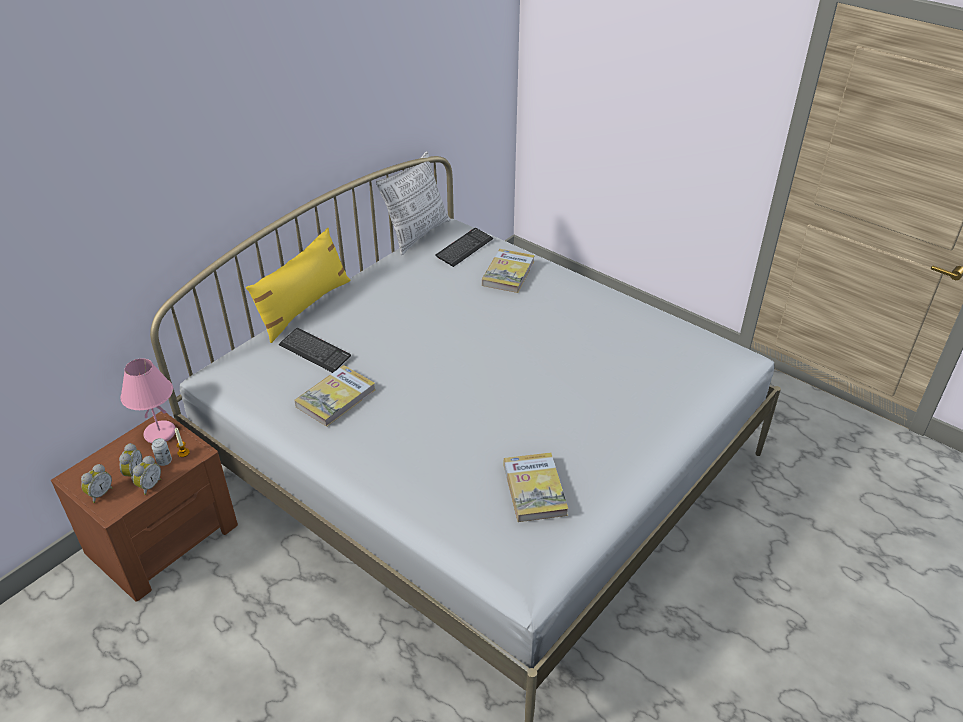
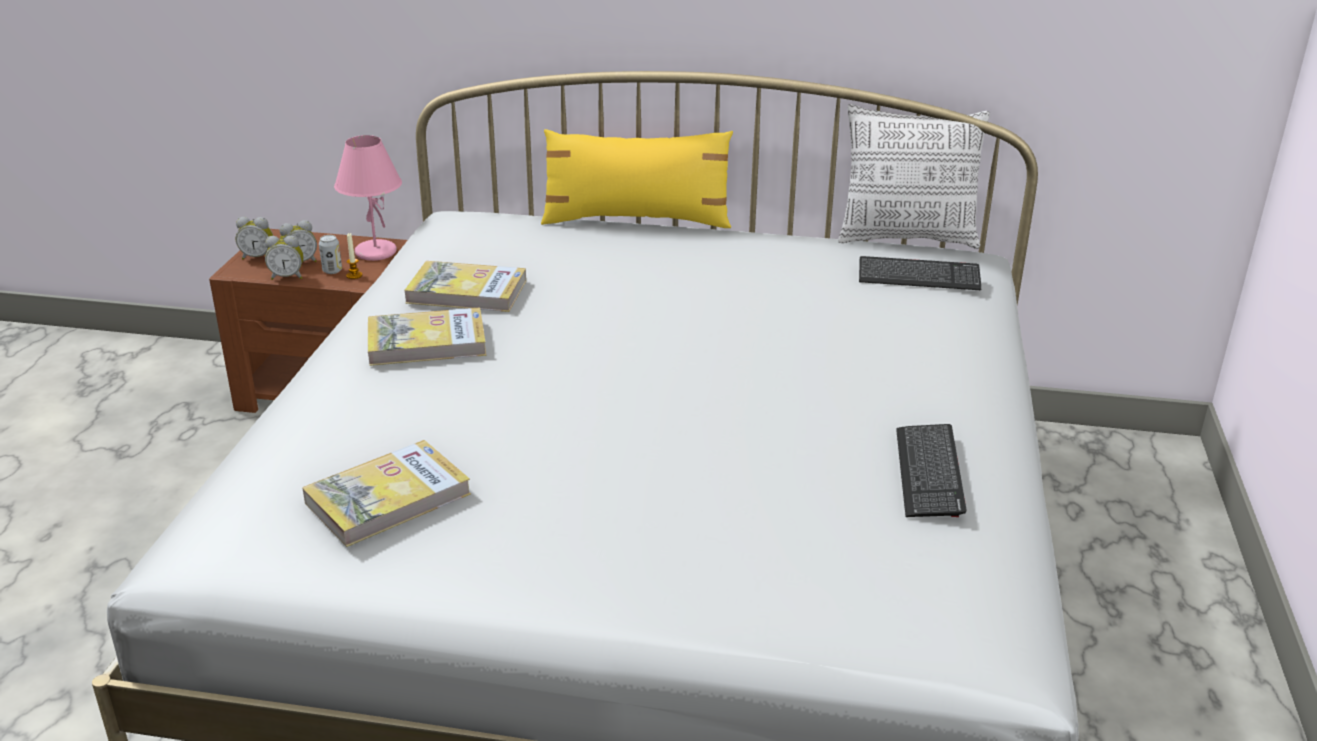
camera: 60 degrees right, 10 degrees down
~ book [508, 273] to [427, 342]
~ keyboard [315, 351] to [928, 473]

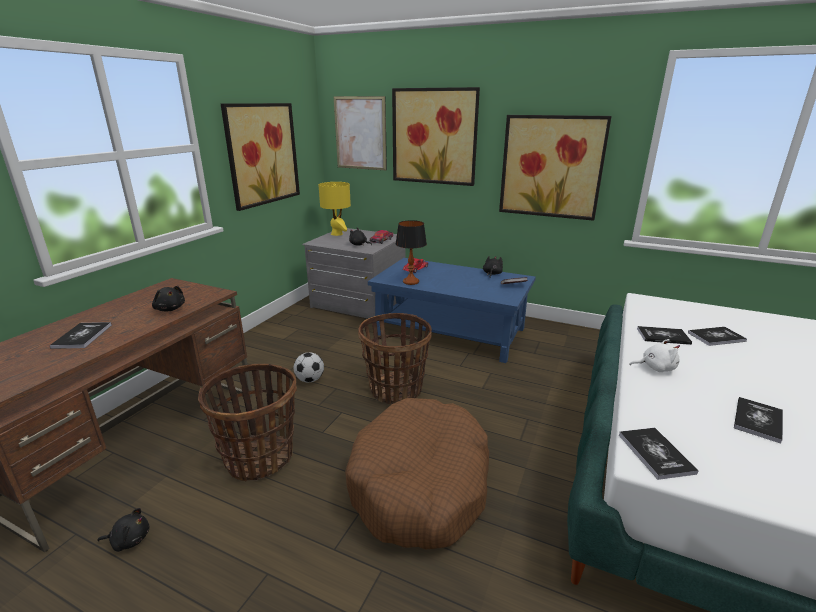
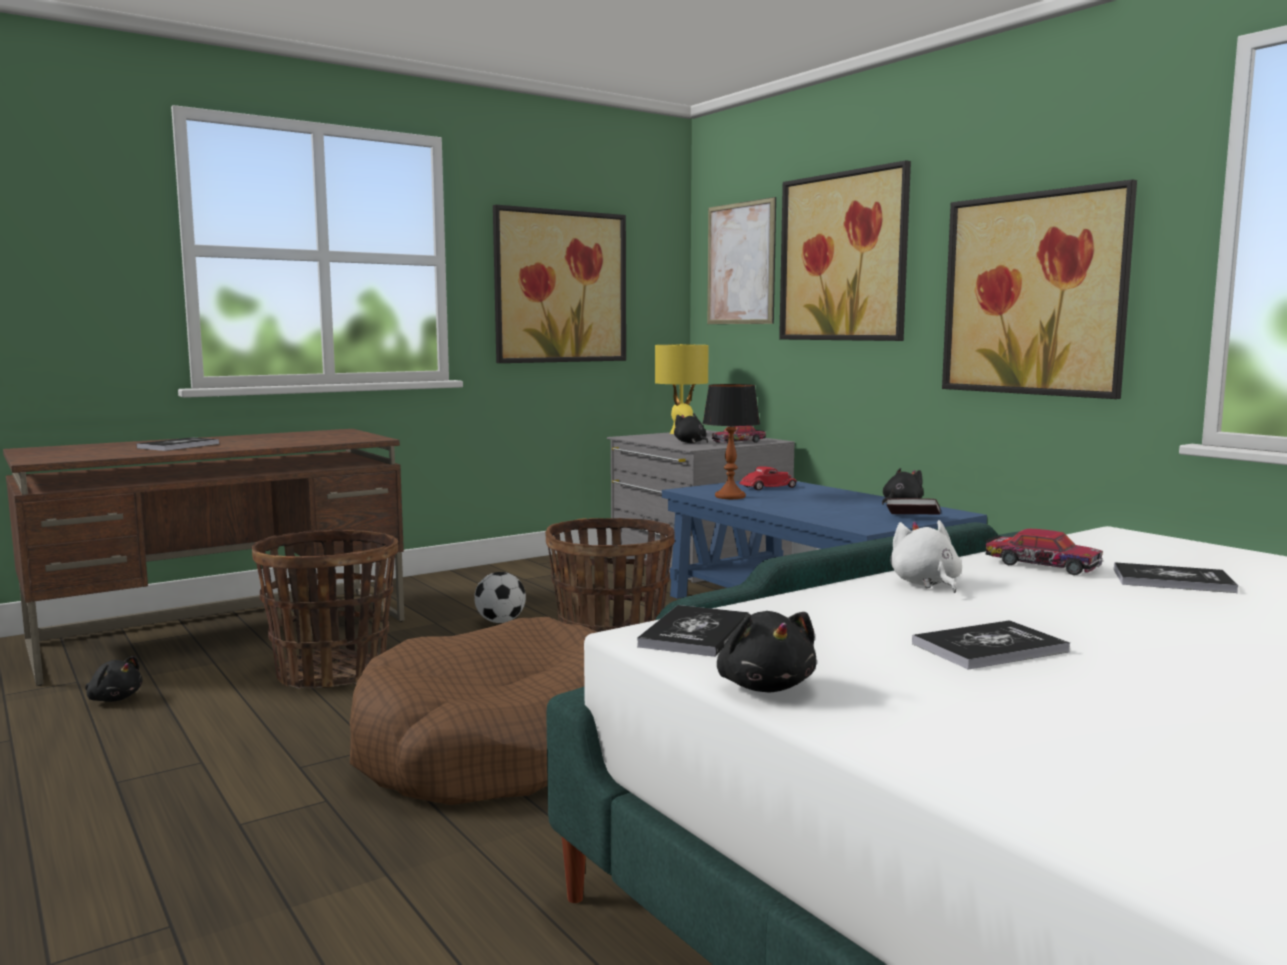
camera: 30 degrees right, 15 degrees down
~ plush toy in black [170, 309] to [765, 686]
~ plush toy in white [655, 368] = [925, 584] 135 degrees counterclockwise
~ book [663, 336] to toy car [1041, 565]

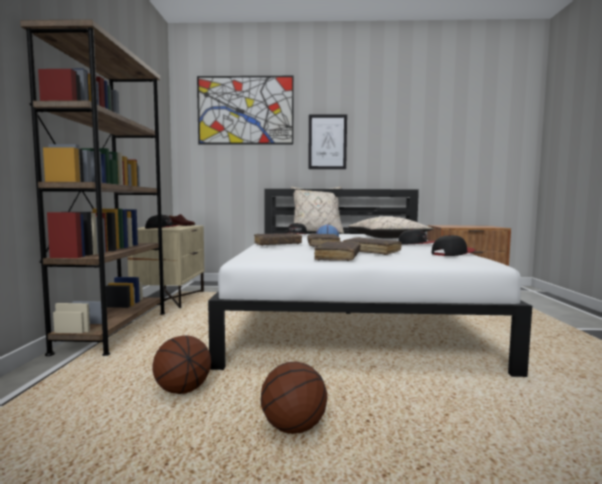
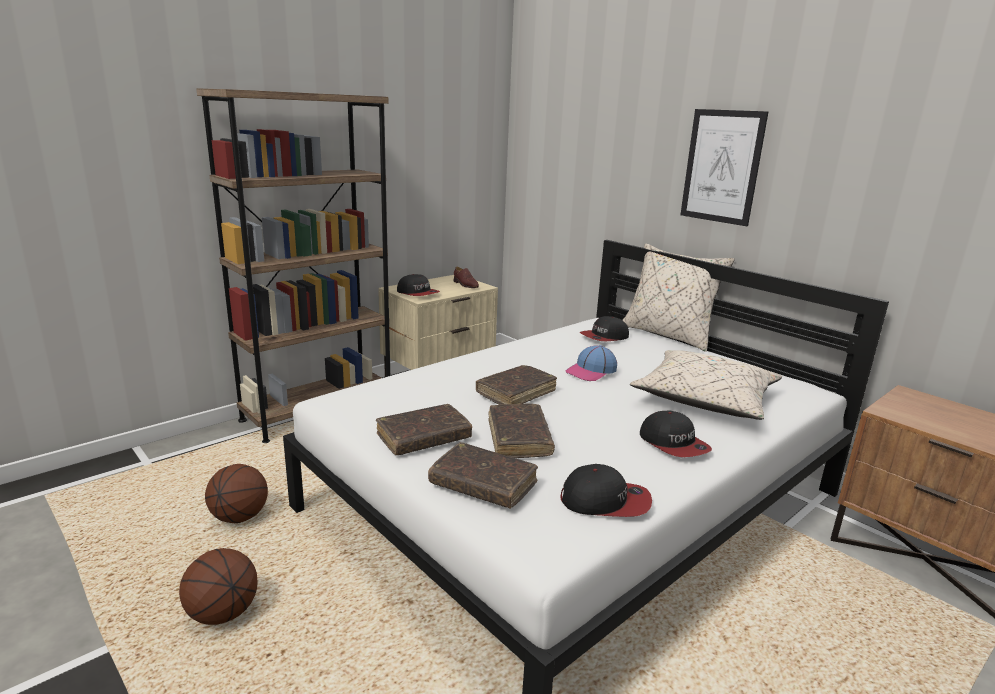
camera: 45 degrees right, 15 degrees up
~ book in brown [277, 244] to [483, 484]
- picture [245, 110]

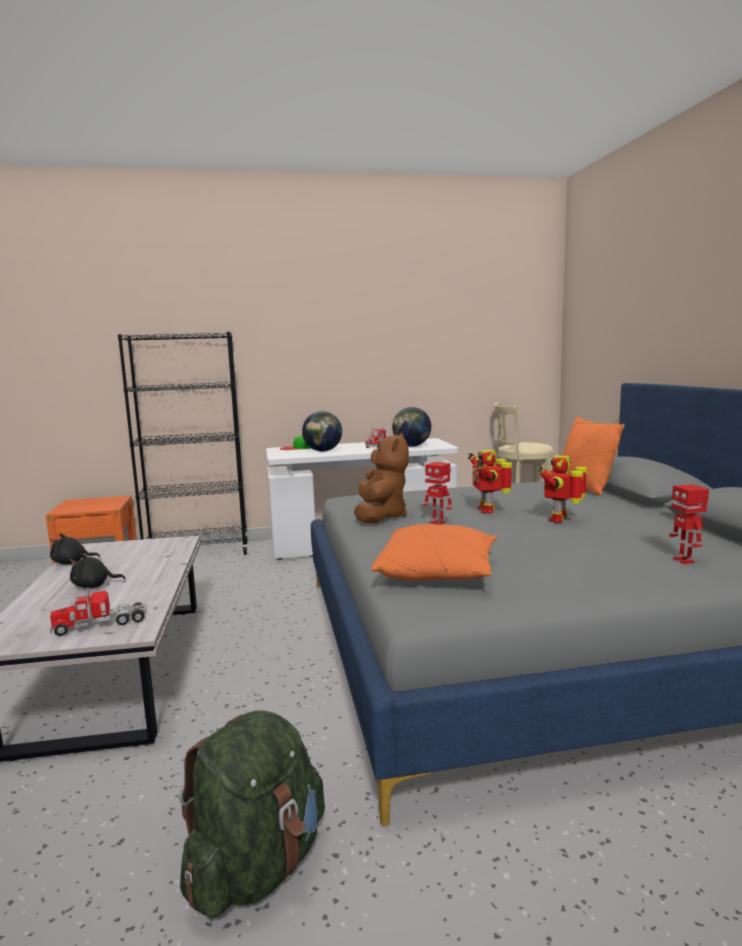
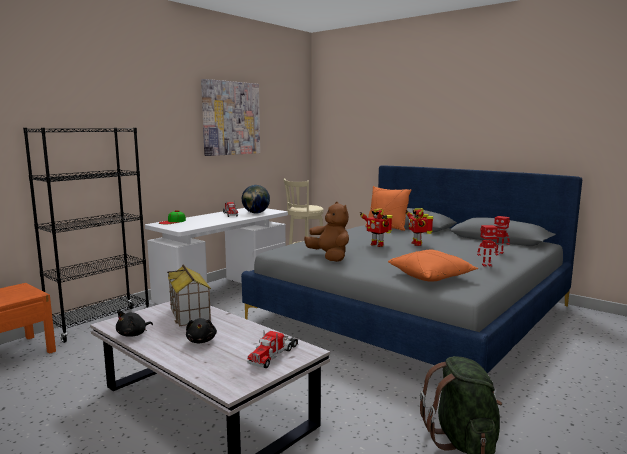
camera: 40 degrees left, 0 degrees up
+ toy house [190, 315]
~ plush toy in black [94, 586] = [201, 340] 45 degrees counterclockwise
+ picture [231, 118]
~ toy robot [438, 522] to [486, 265]
- globe [323, 451]

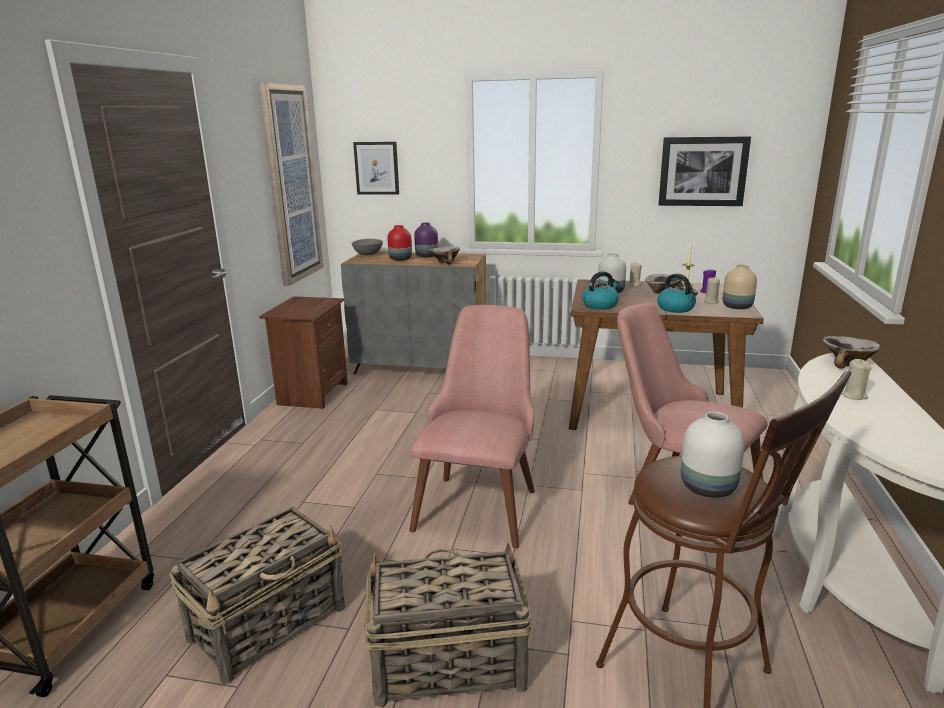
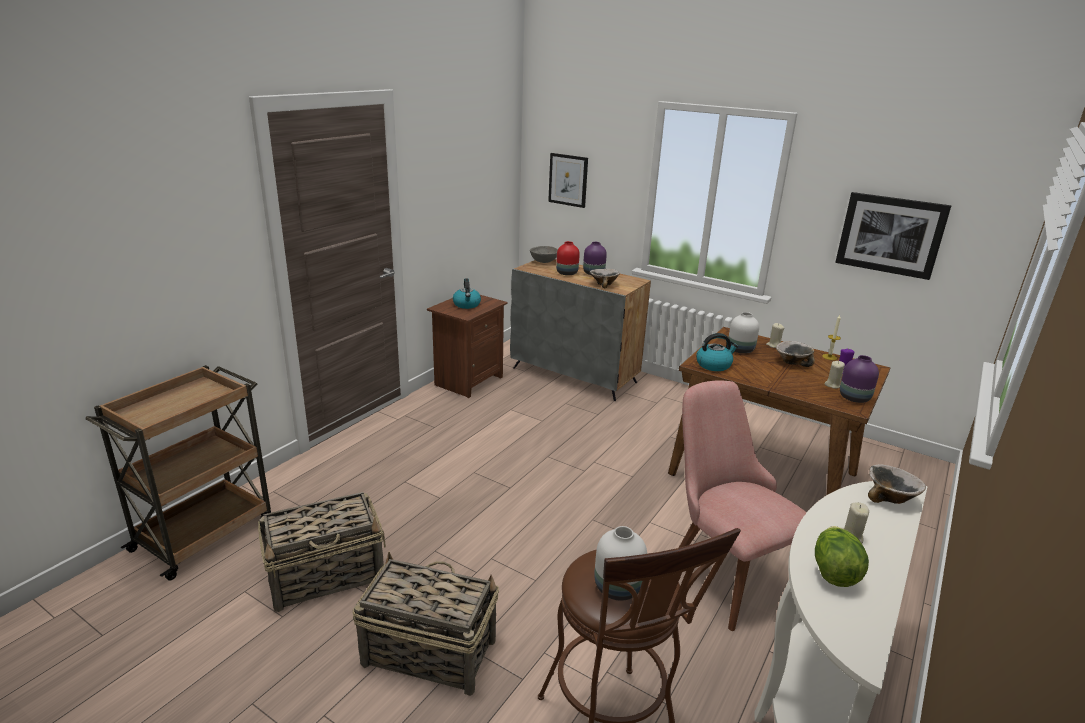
camera: 20 degrees right, 5 degrees up
~ kettle [676, 308] to [467, 305]
+ lettuce [834, 572]
~ vase in beige [737, 307] to vase in purple [854, 397]
- picture [291, 184]
- chair in pink [480, 500]

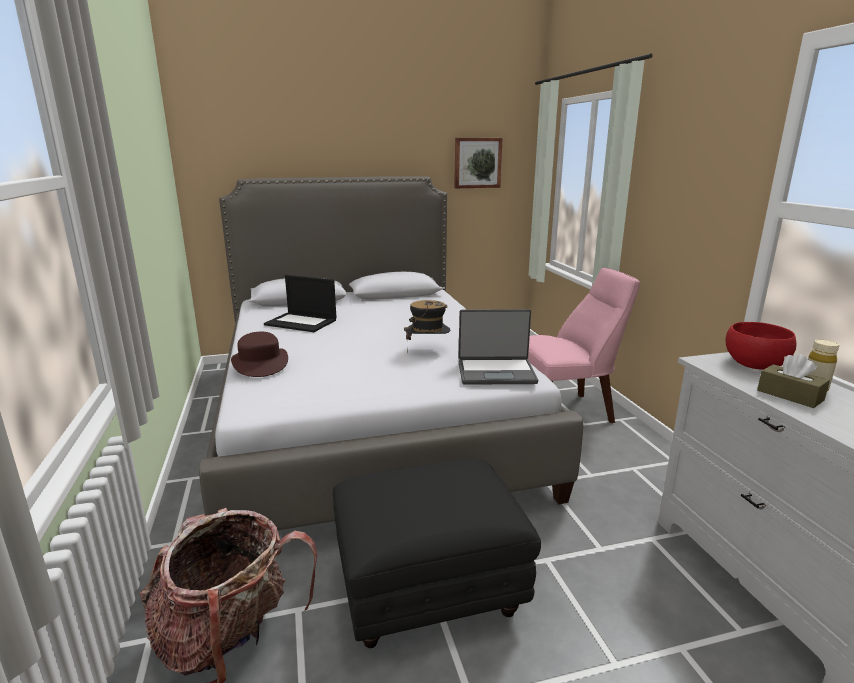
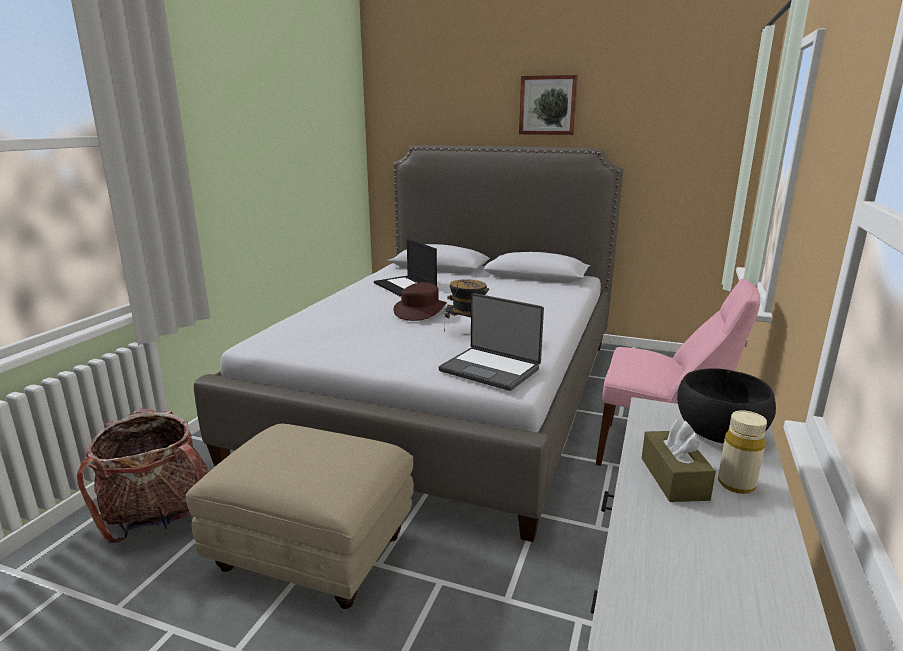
camera: 35 degrees right, 0 degrees up
~ ottoman in black [430, 590] to ottoman in beige [315, 554]
~ hat in brown [260, 363] to [420, 310]
~ picture [477, 163] to [548, 105]
~ bowl in red [755, 364] to bowl in black [720, 433]

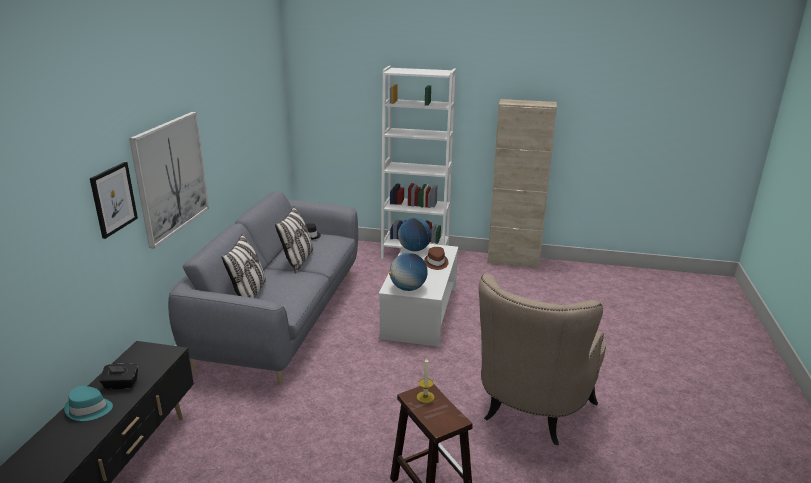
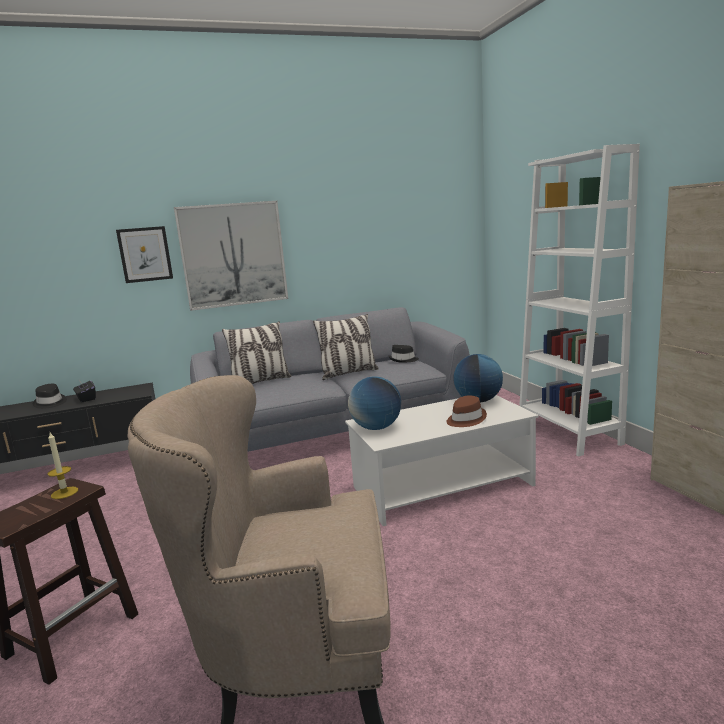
camera: 60 degrees right, 10 degrees down
~ hat in turquoise [89, 409] to hat in black [50, 403]

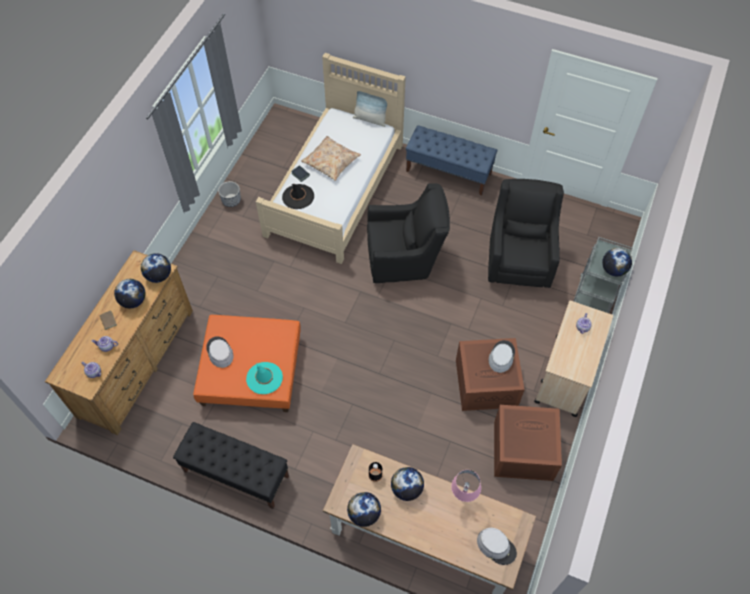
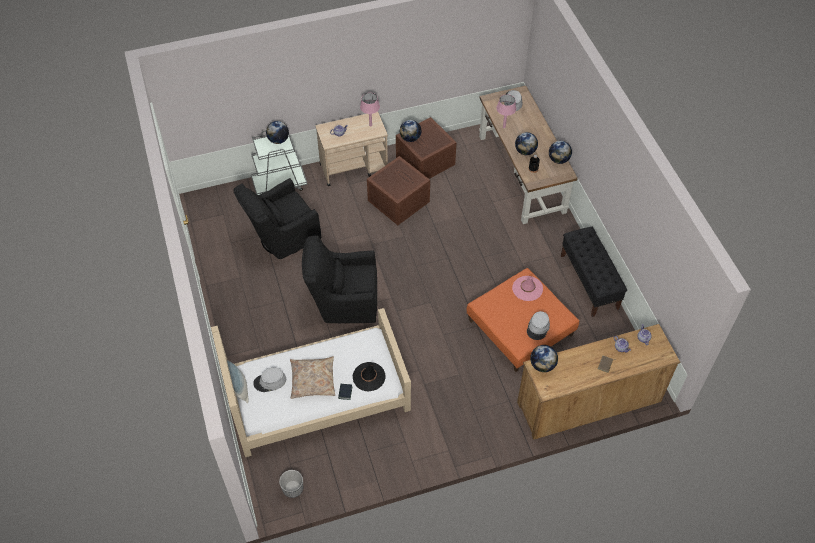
camera: 130 degrees left, 5 degrees down
~ hat in grey [501, 356] to [270, 382]
~ planter [231, 200] to [292, 488]
~ armchair in black [405, 259] = [343, 303] 45 degrees counterclockwise
+ table lamp in pink [370, 125]
~ globe [133, 301] to [410, 138]
~ hat in turquoise [264, 378] to hat in pink [527, 288]
- bench in blue [449, 172]

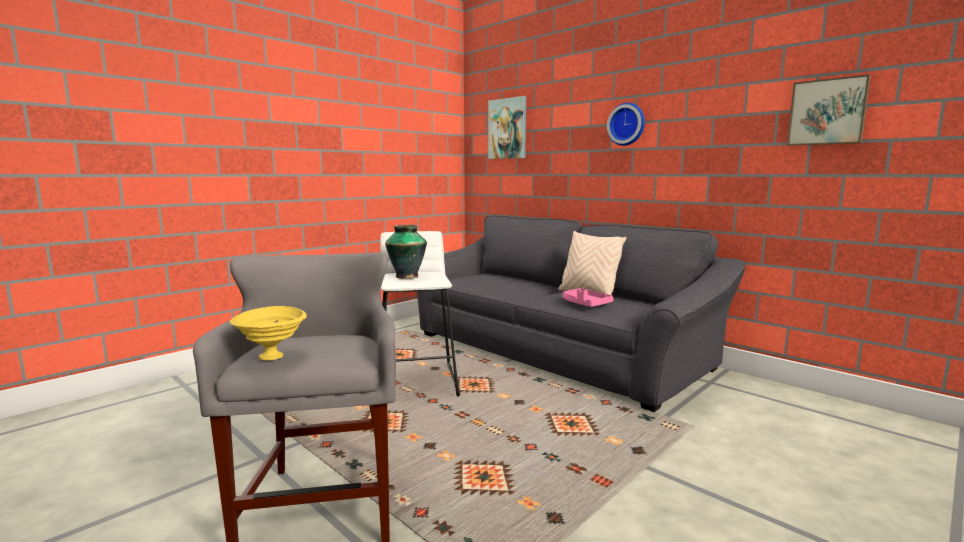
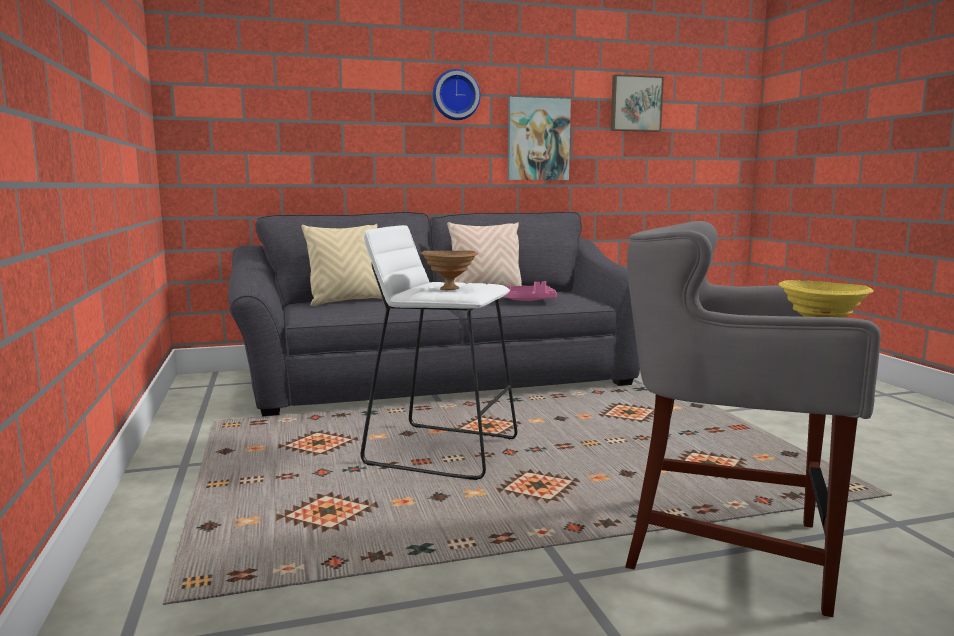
camera: 60 degrees left, 0 degrees up
+ pillow in beige [347, 301]
~ vase [406, 276] to bowl in brown [448, 289]
~ picture [507, 128] to [538, 139]

